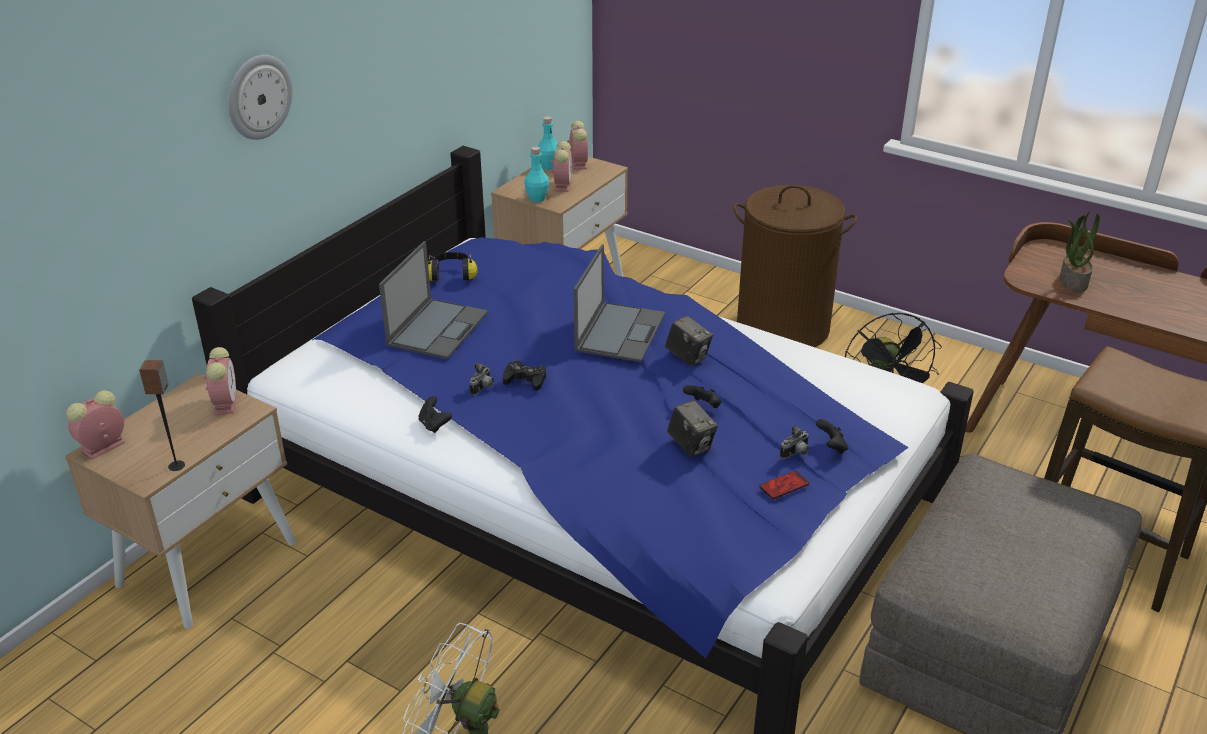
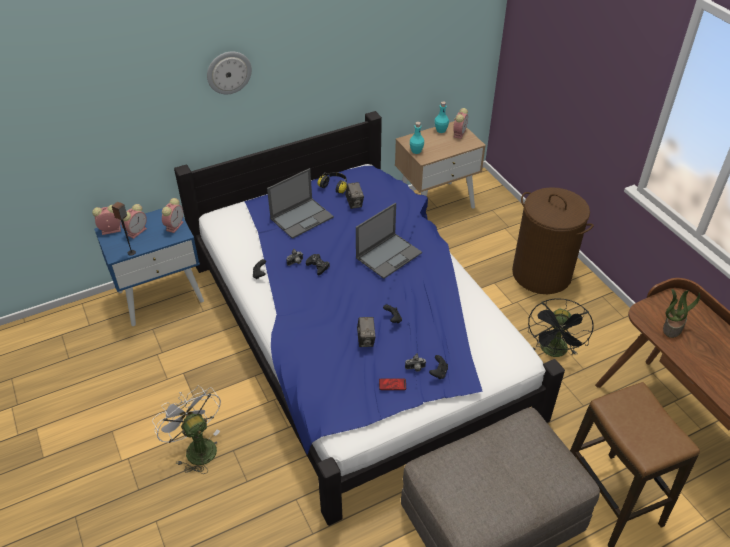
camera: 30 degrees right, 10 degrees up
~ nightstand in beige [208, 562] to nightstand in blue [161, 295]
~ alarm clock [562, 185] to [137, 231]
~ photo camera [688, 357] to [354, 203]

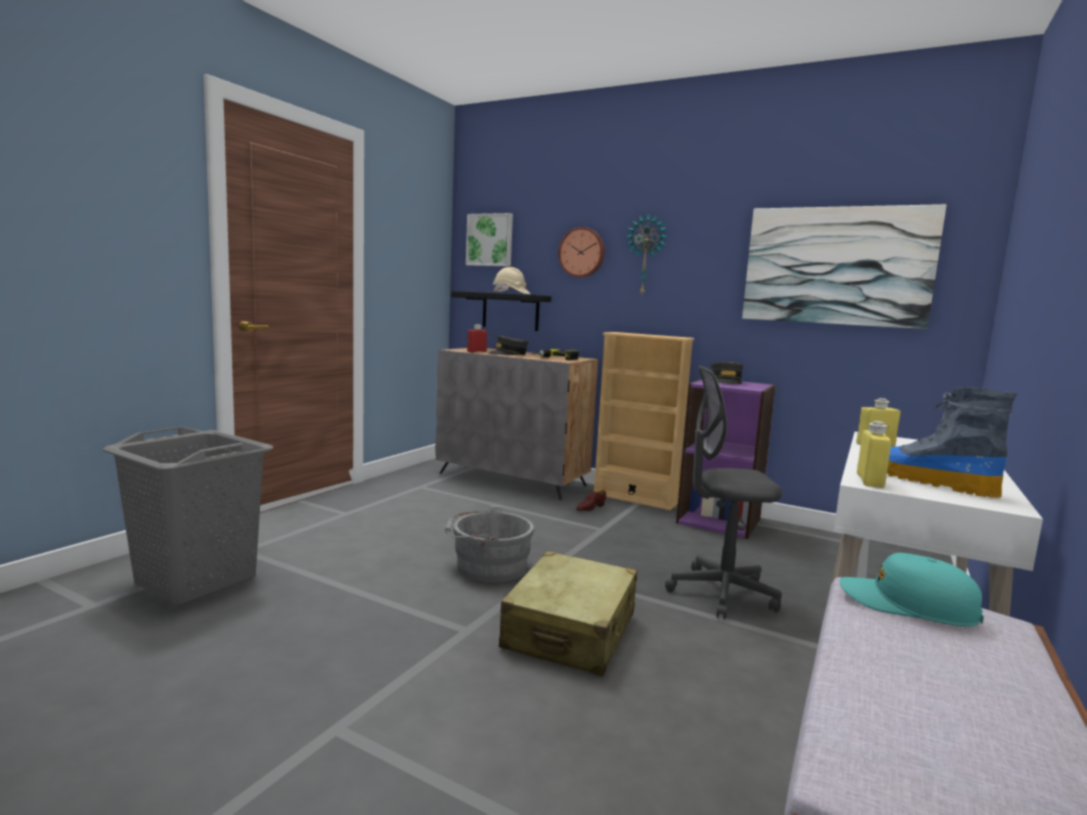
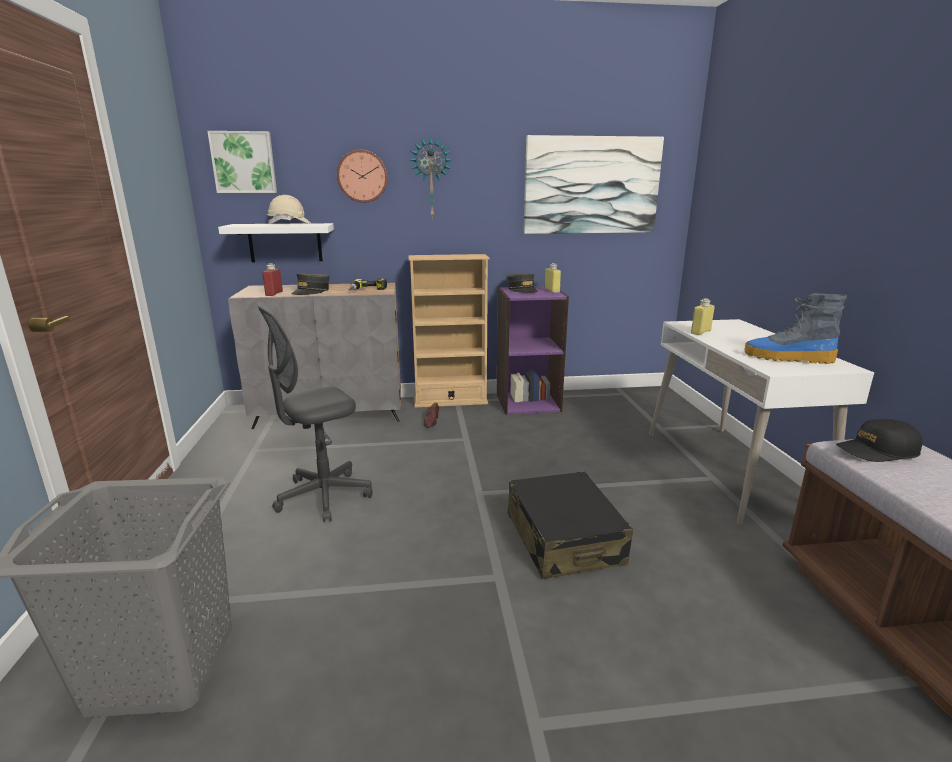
camera: 35 degrees left, 10 degrees up
~ shelf in black [510, 311] to shelf in white [285, 242]
~ office chair in grey [721, 593] to [323, 496]
~ suitcase in beige [570, 631] to suitcase in black [564, 539]
~ bottle in yellow [870, 481] to [552, 290]
~ cap in turquoise [907, 605] to cap in black [877, 451]
- bucket in grey [487, 567]

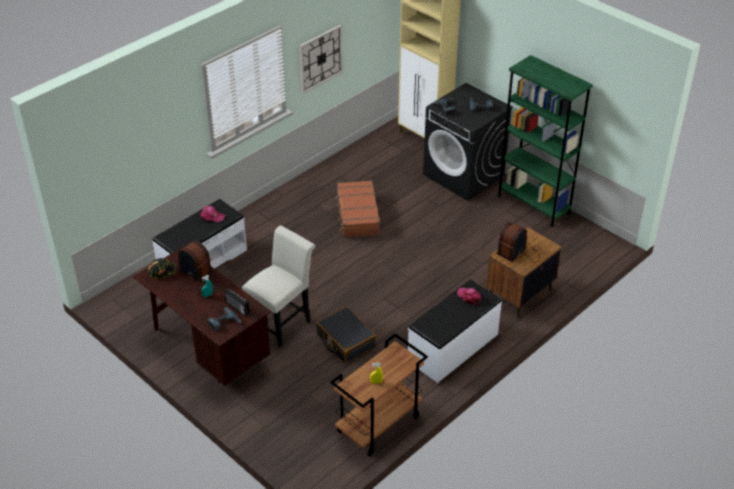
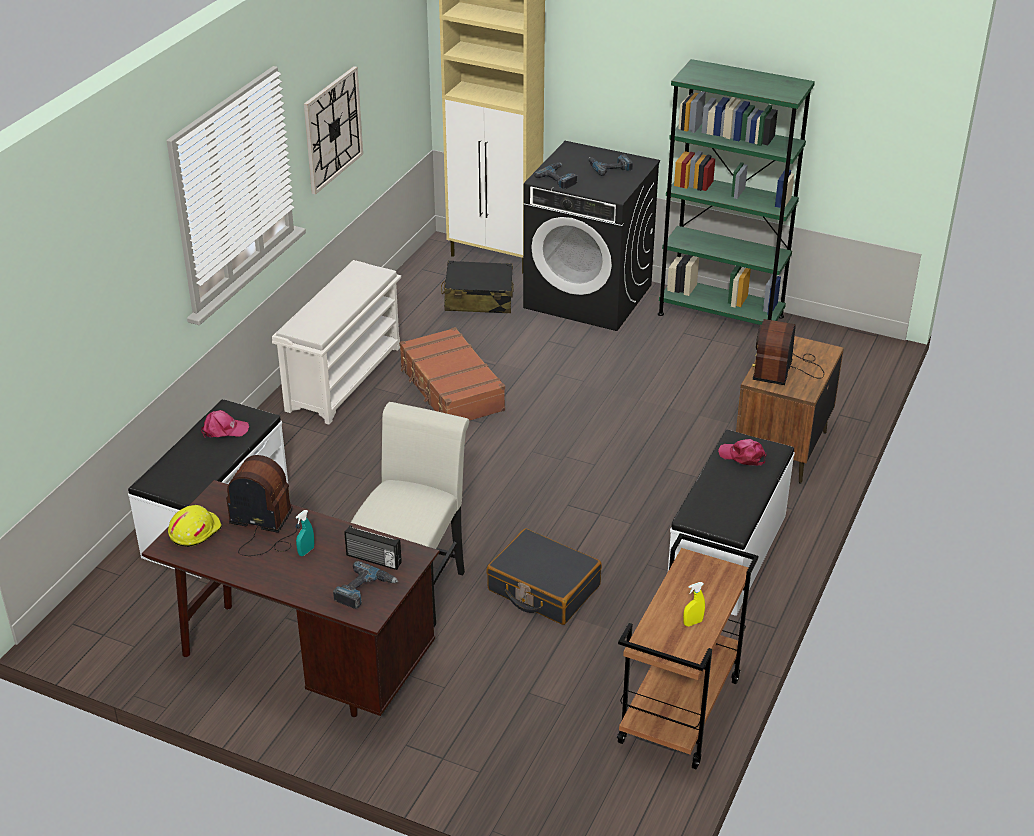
camera: 20 degrees left, 5 degrees down
~ hard hat in black [162, 271] to hard hat in yellow [194, 531]
+ shoe rack in white [344, 377]
+ suitcase in black [478, 299]

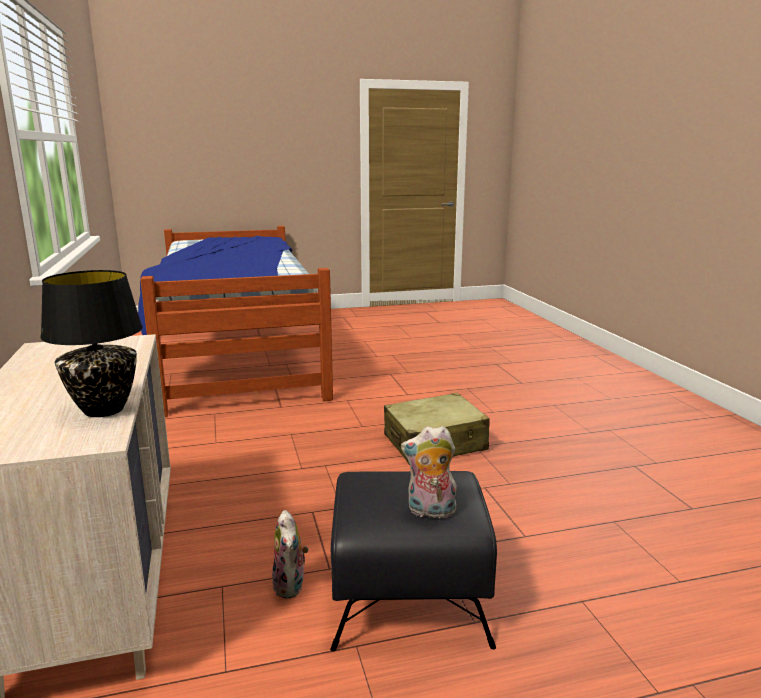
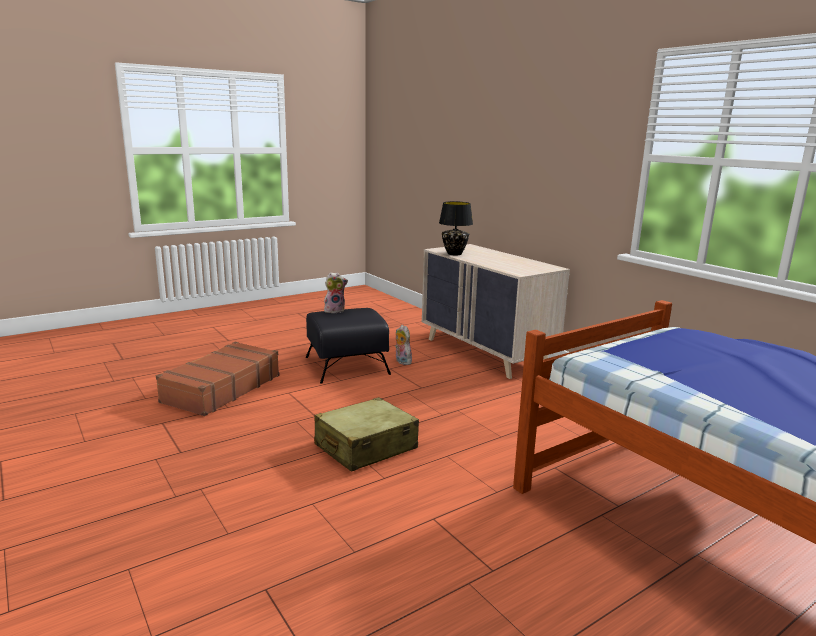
camera: 160 degrees right, 0 degrees up
+ suitcase in brown [221, 389]

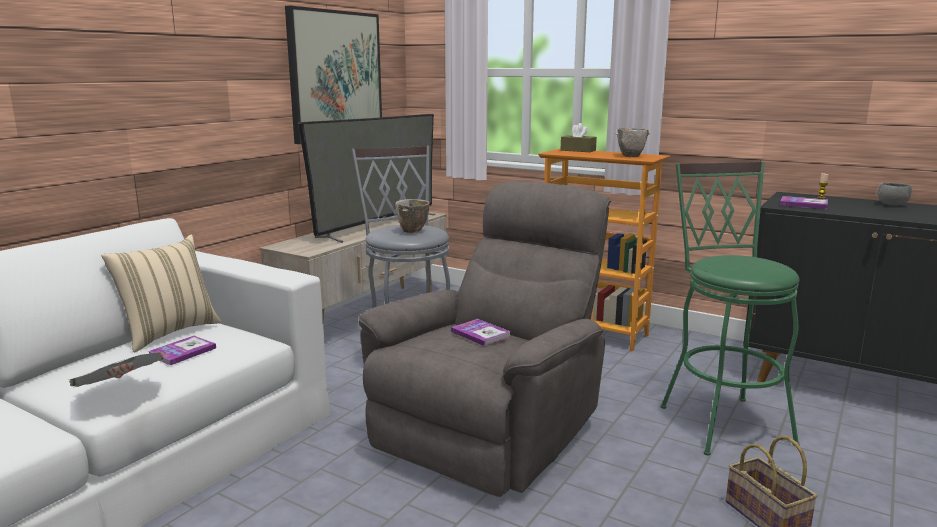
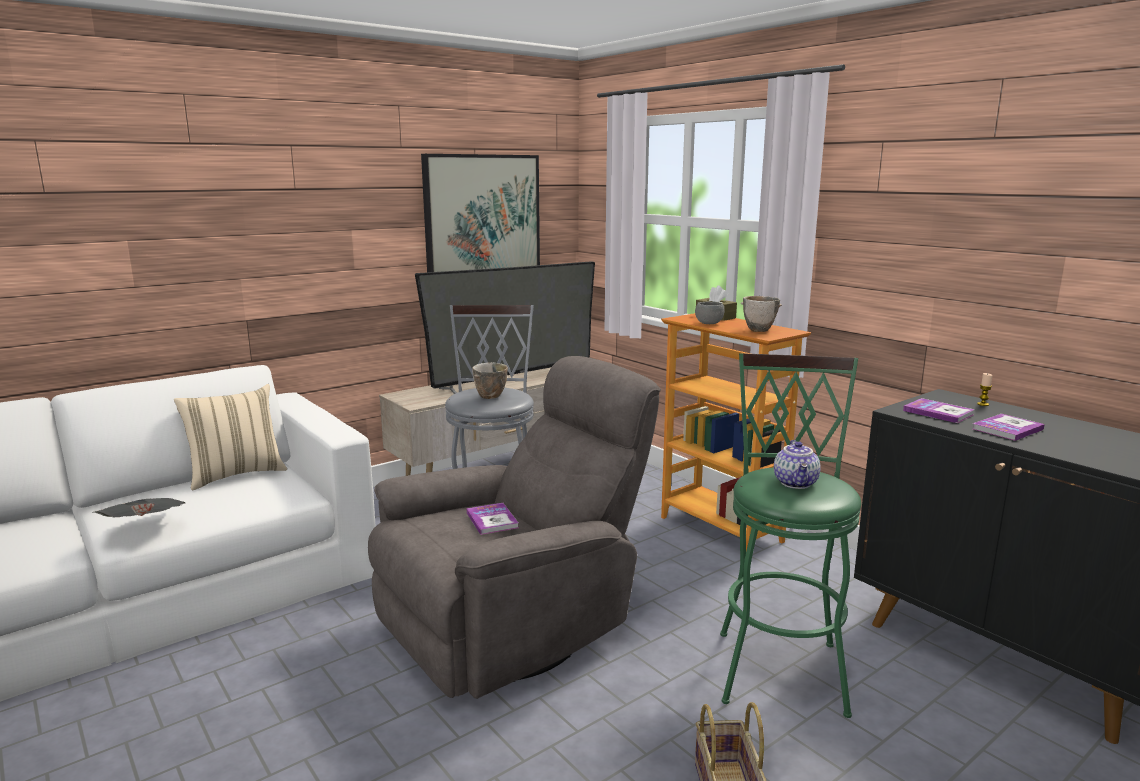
camera: 20 degrees right, 0 degrees up
~ bowl in grey [892, 204] to [709, 323]
+ teapot [796, 483]
~ book [182, 352] to [1007, 429]

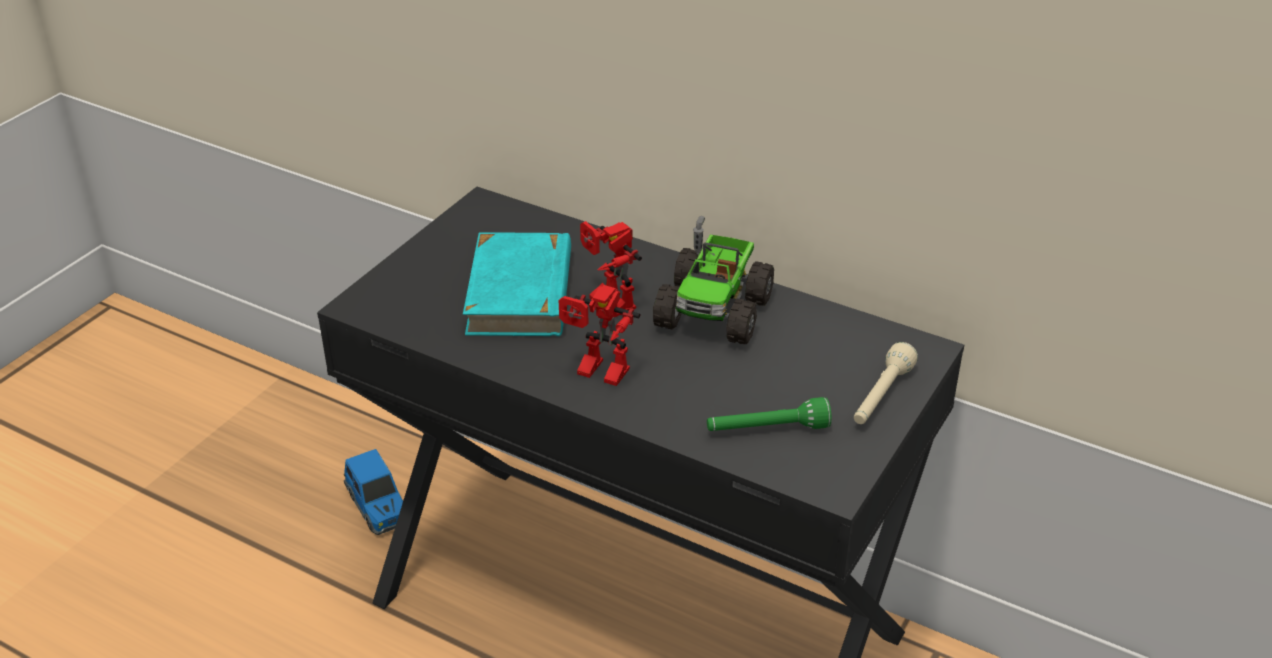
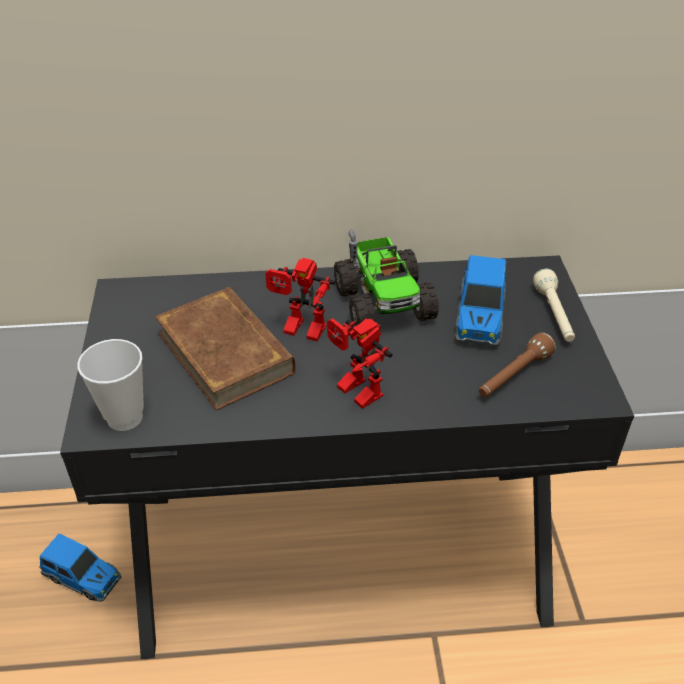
camera: 35 degrees left, 5 degrees up
+ cup [125, 418]
~ book in turquoise [521, 292] to book in brown [225, 352]
~ toy robot [597, 374] = [353, 392] 60 degrees clockwise
+ toy car [479, 318]
~ flashlight in green [767, 430] to flashlight in brown [513, 376]

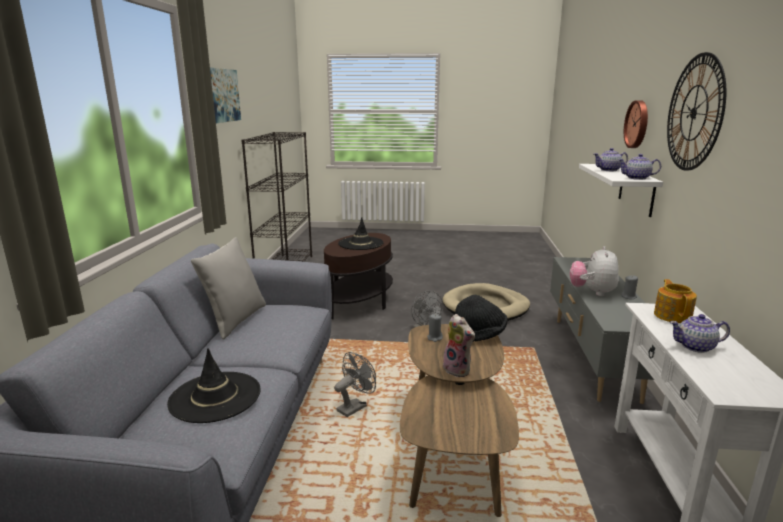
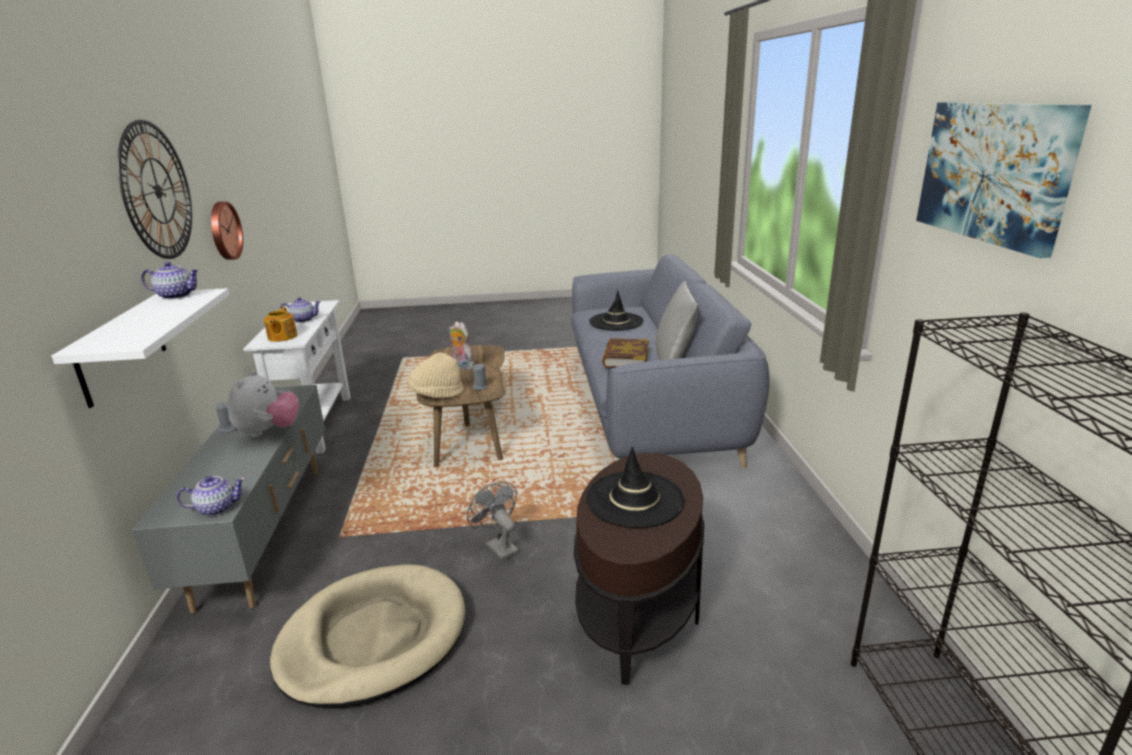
camera: 170 degrees right, 5 degrees up
~ teapot [609, 170] to [216, 508]
~ wall clock [638, 124] to [223, 231]
~ hat in black [479, 335] to hat in beige [436, 394]
+ book [625, 358]
- fan in grey [355, 407]

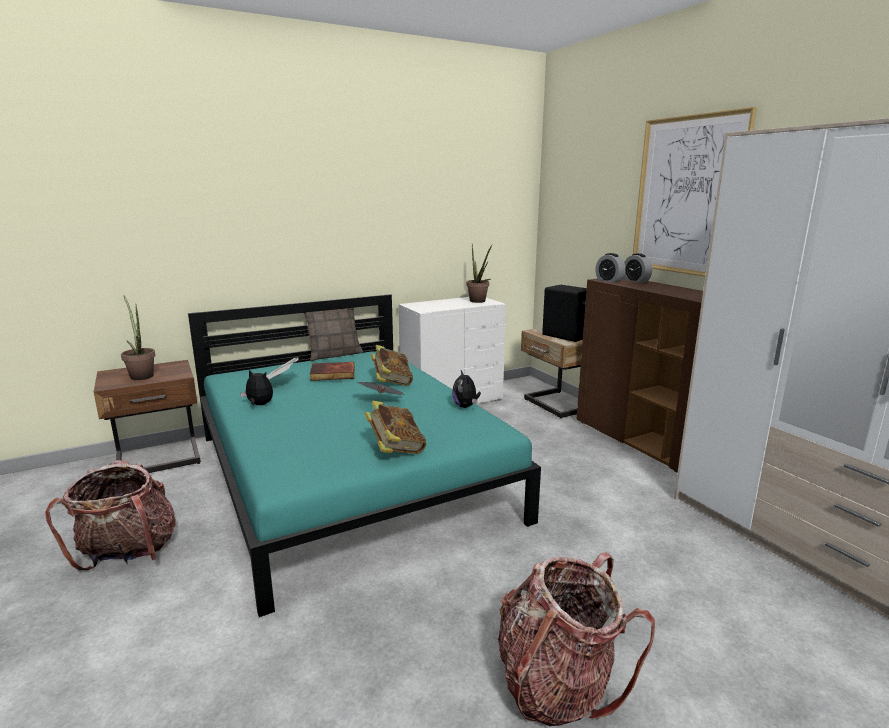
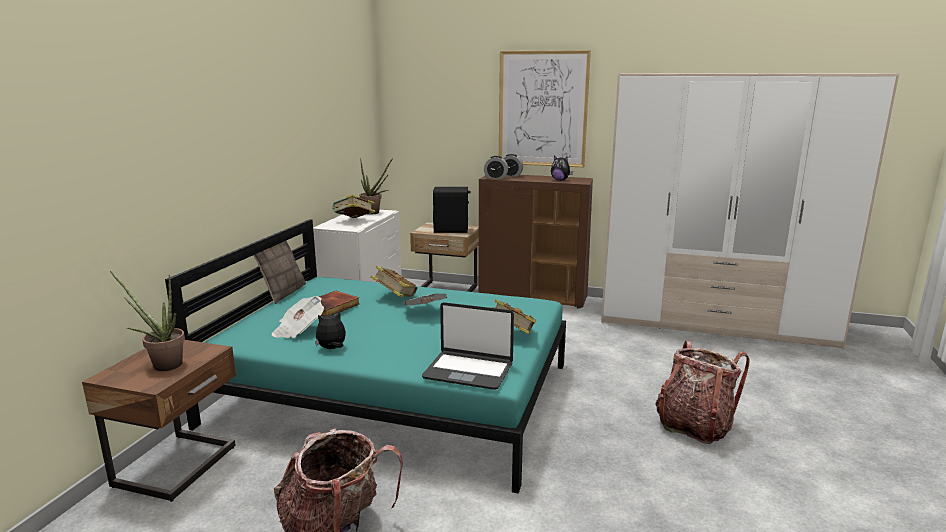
camera: 45 degrees left, 0 degrees up
+ book [354, 221]
+ laptop [468, 371]
~ plush toy [466, 406] to [560, 180]

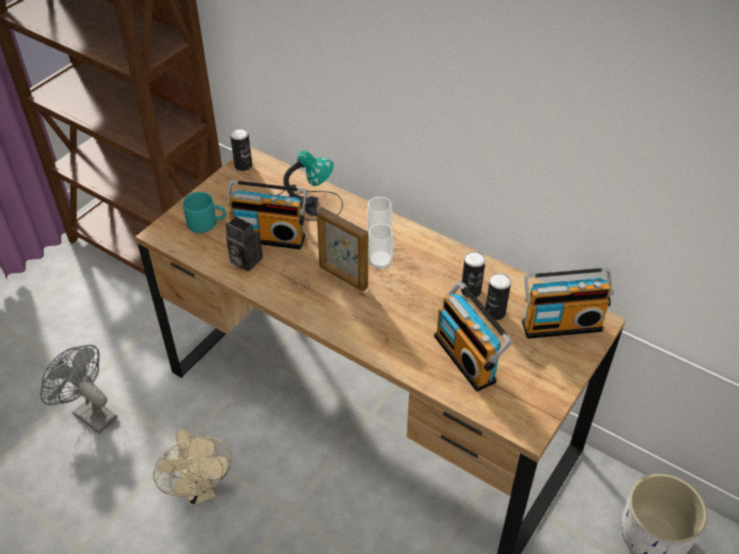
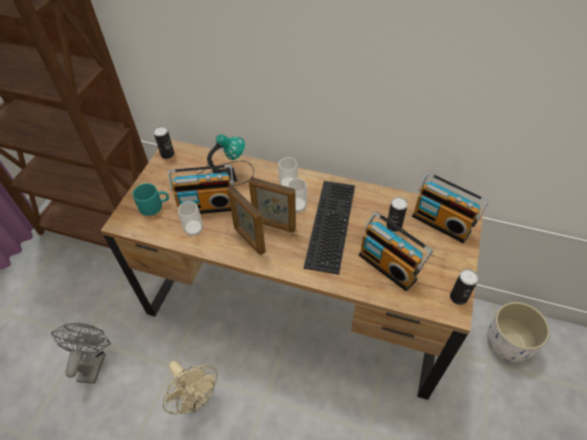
camera: 15 degrees left, 5 degrees up
~ fan in grey [89, 413] = [93, 362] 75 degrees clockwise
~ photo camera [243, 260] to cup [194, 230]
+ picture frame [249, 240]
+ keyboard [328, 223]
~ radio [560, 323] = [442, 222] 60 degrees clockwise
~ can [471, 291] to [458, 297]

